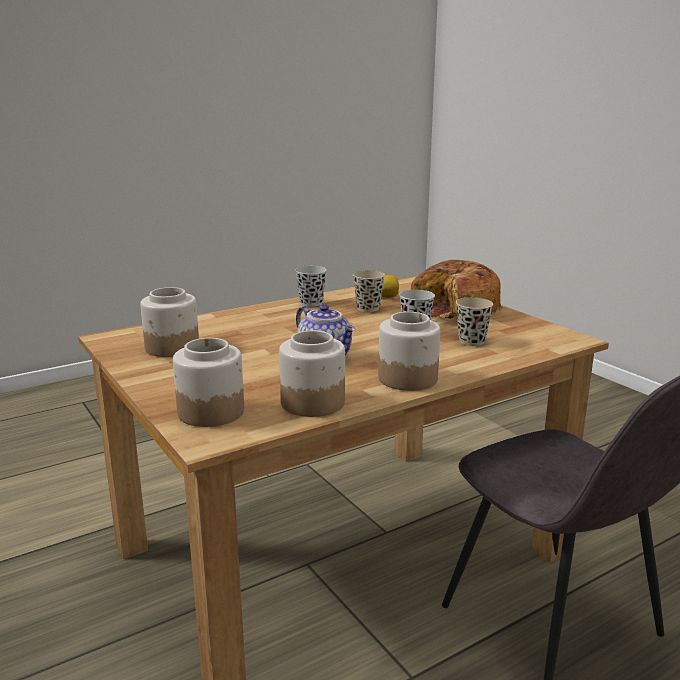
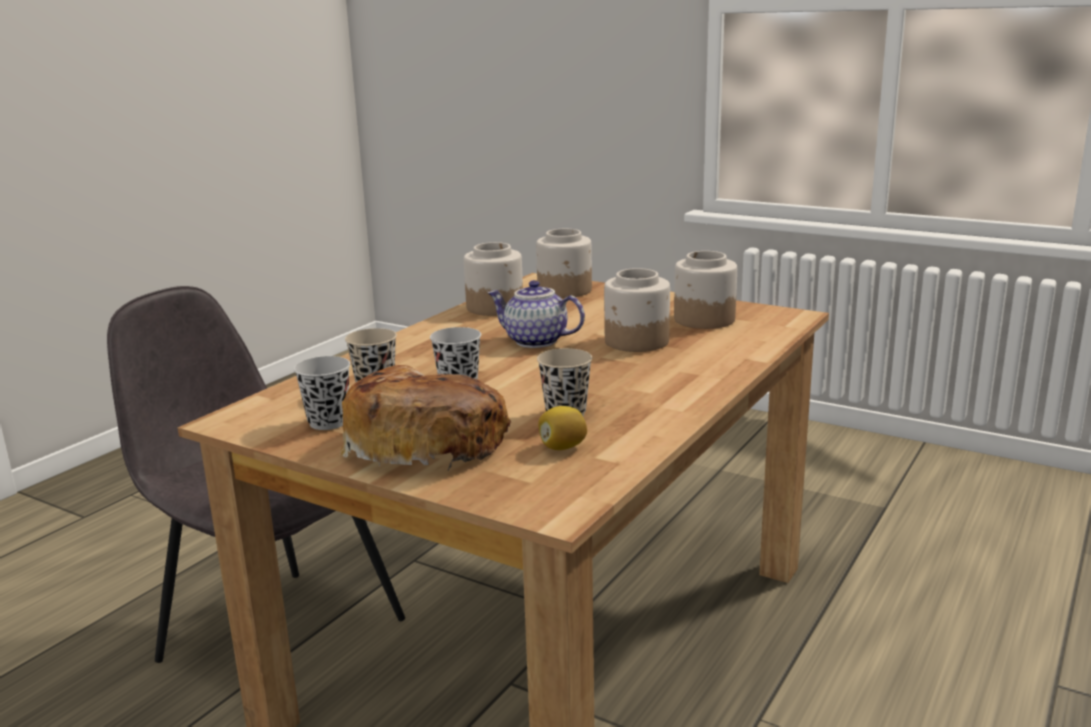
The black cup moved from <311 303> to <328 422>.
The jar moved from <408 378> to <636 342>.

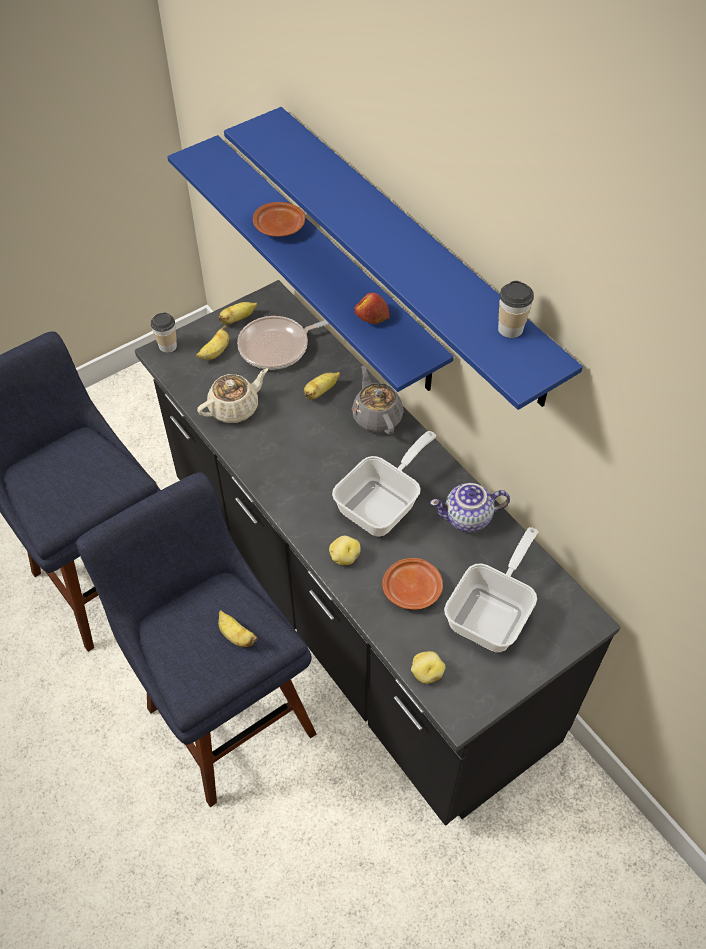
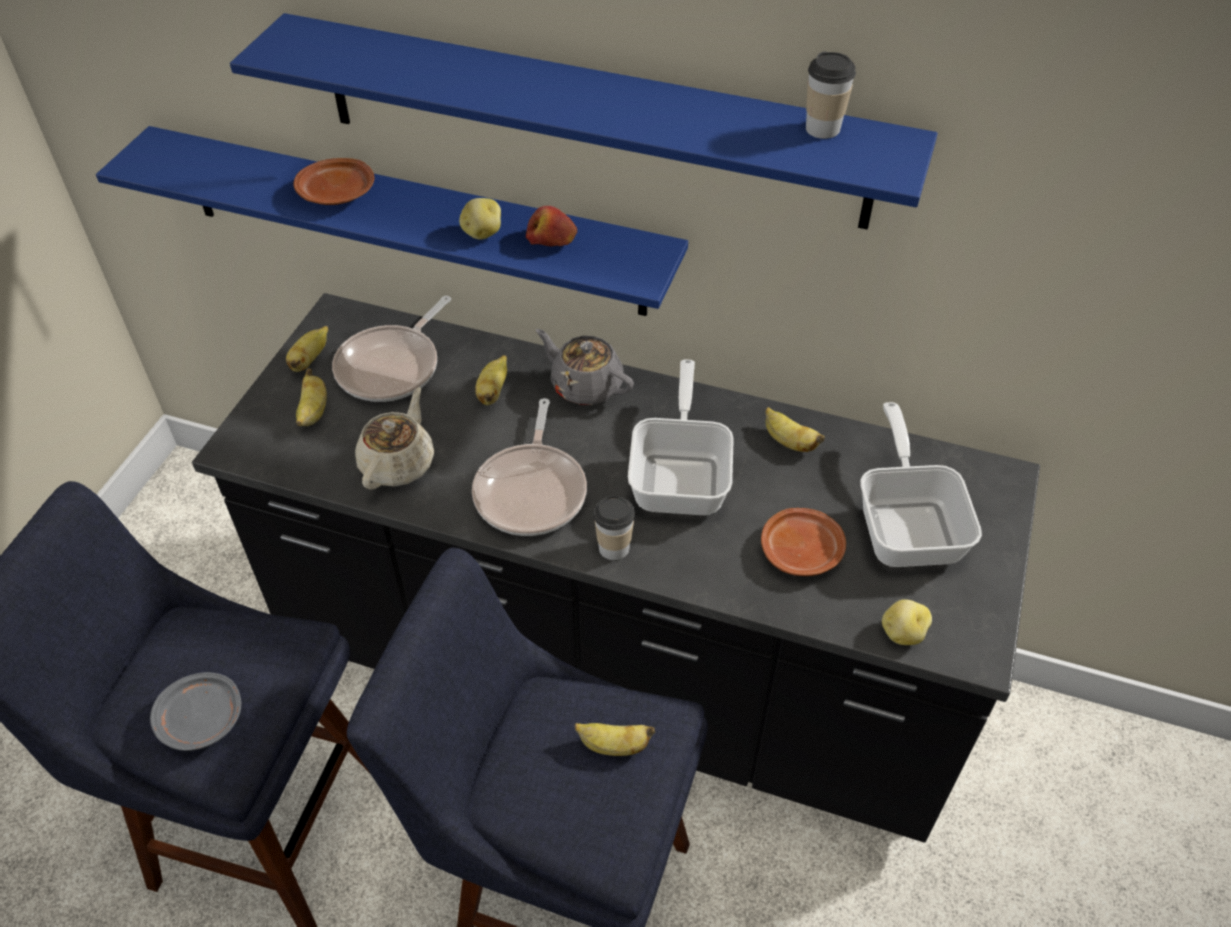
The grey plate at <202 719> appeared.
The frying pan at <532 490> appeared.
The cup moved from <167 346> to <614 548>.
The potato moved from <344 557> to <482 233>.
The teapot at <467 519> was replaced by the banana at <788 442>.

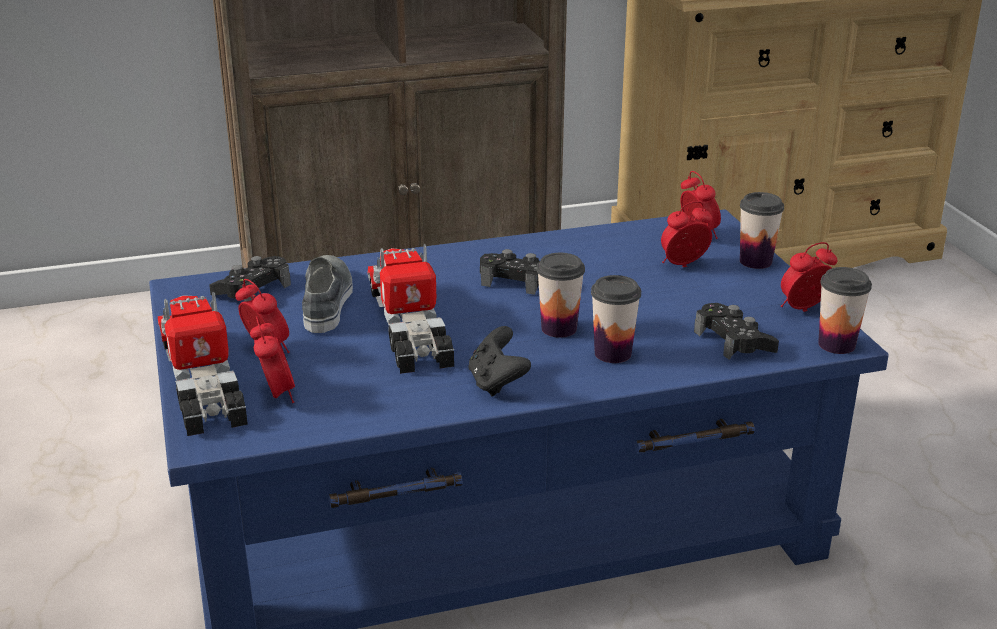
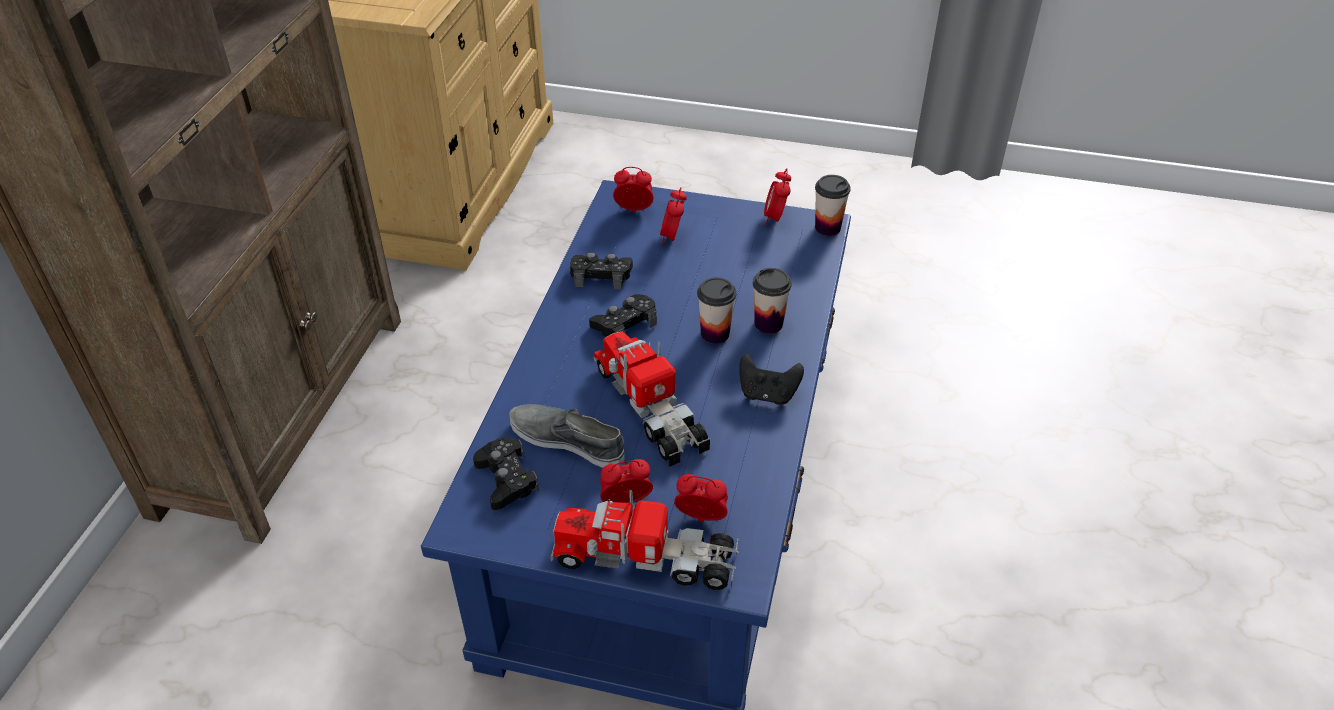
The cup at <755 261> disappeared.
The black game controller moved from <734 341> to <601 276>.
The toy truck at <410 326> turned 45 degrees clockwise.

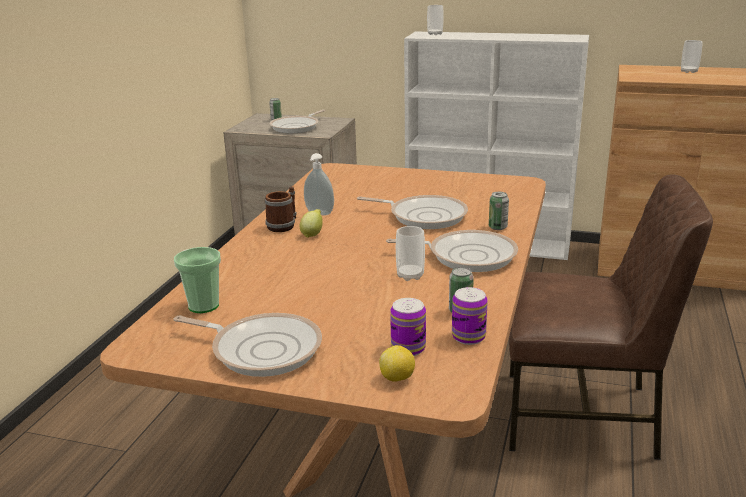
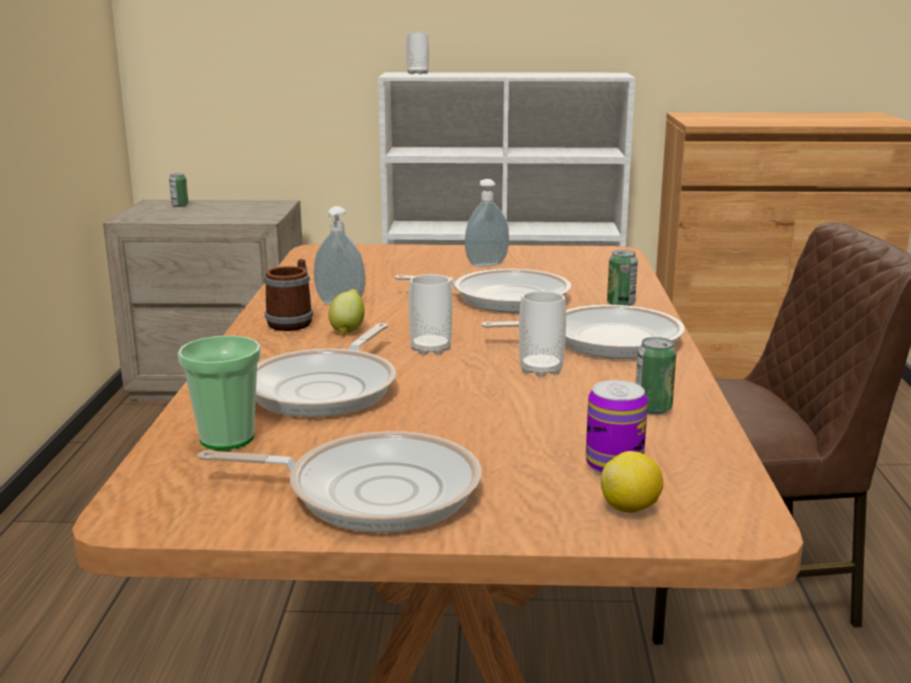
The can at <468 337> disappeared.
The soap dispenser at <486 264> appeared.
The frying pan moved from <297 127> to <327 389>.
The cup moved from <689 71> to <430 350>.

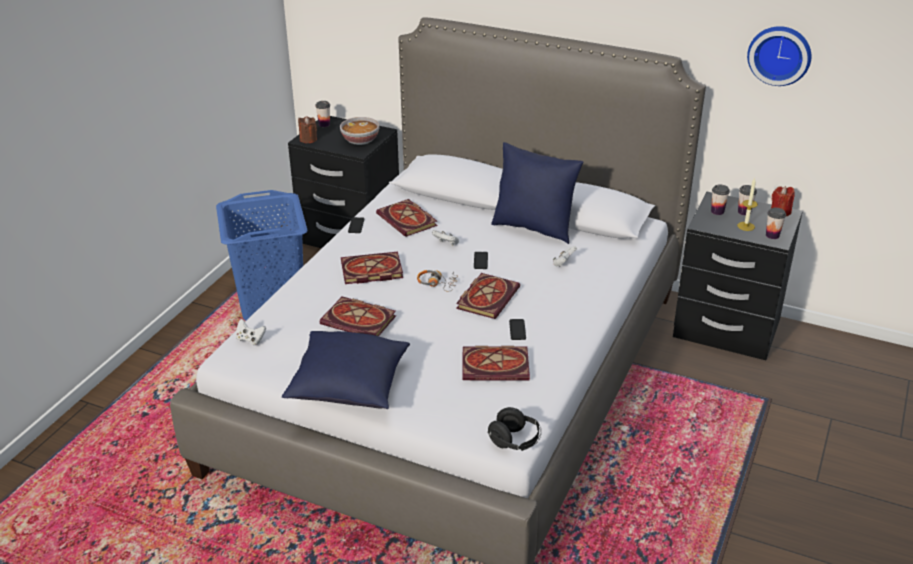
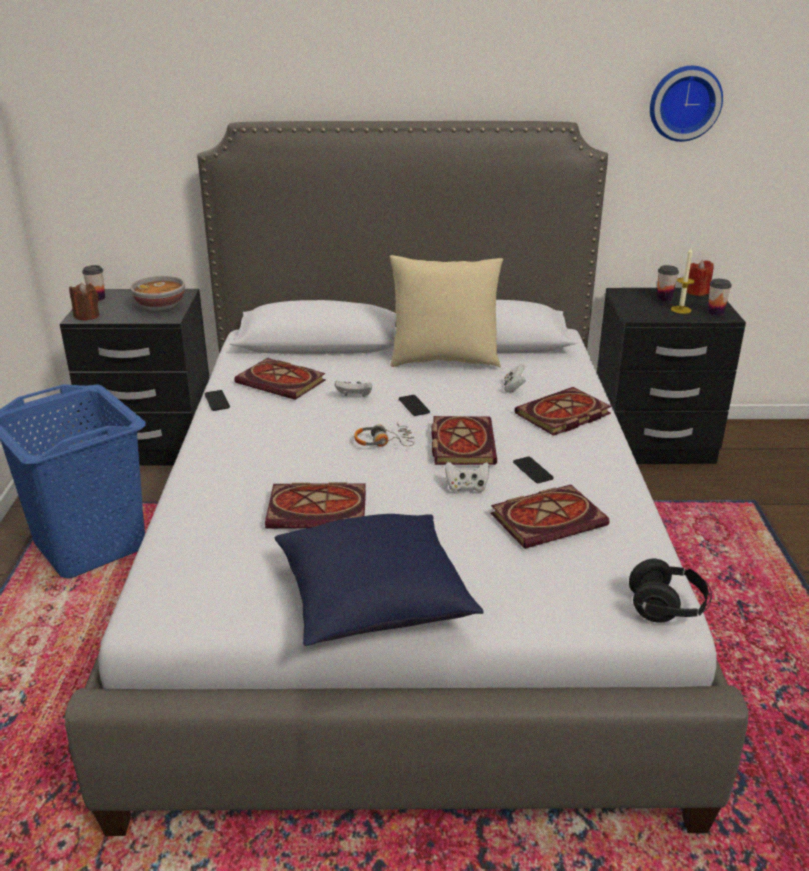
The cup at <717 211> disappeared.
The white game controller moved from <250 339> to <466 487>.
The book moved from <370 271> to <562 415>.
The blue pillow at <534 228> became the beige pillow at <444 360>.

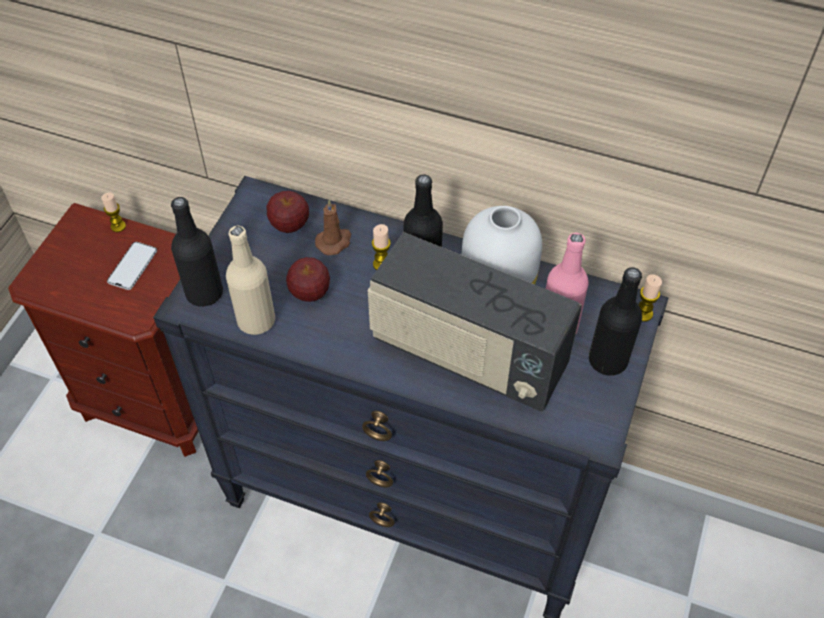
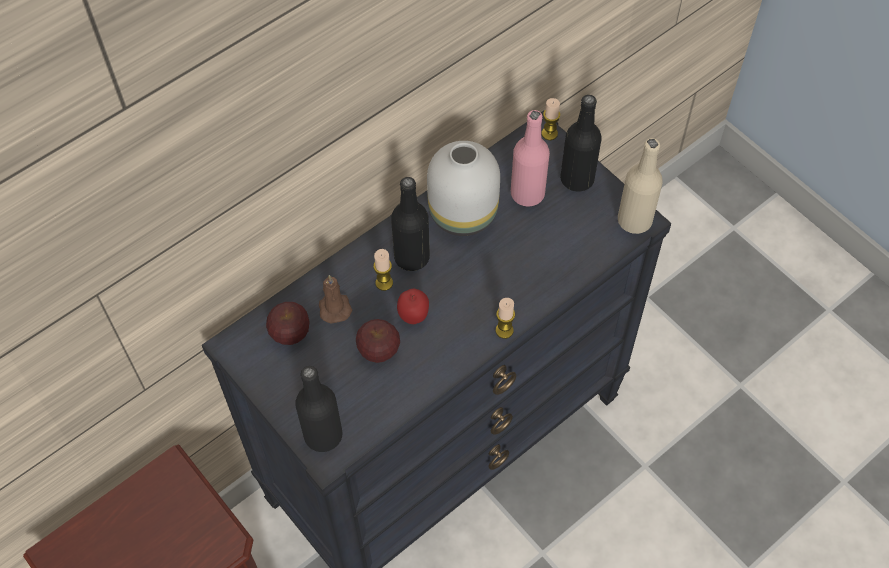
The phone at <132 266> disappeared.
The radio at <467 355> disappeared.
The apple at <413 316> appeared.
The candle moved from <118 226> to <504 330>.
The beige bottle moved from <256 320> to <634 220>.

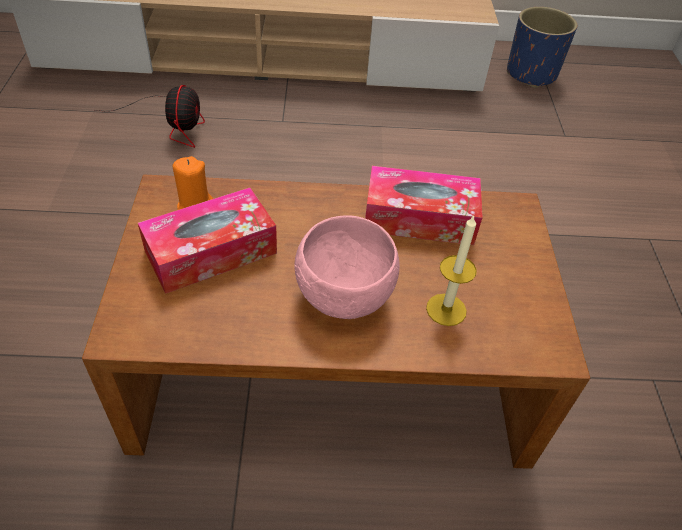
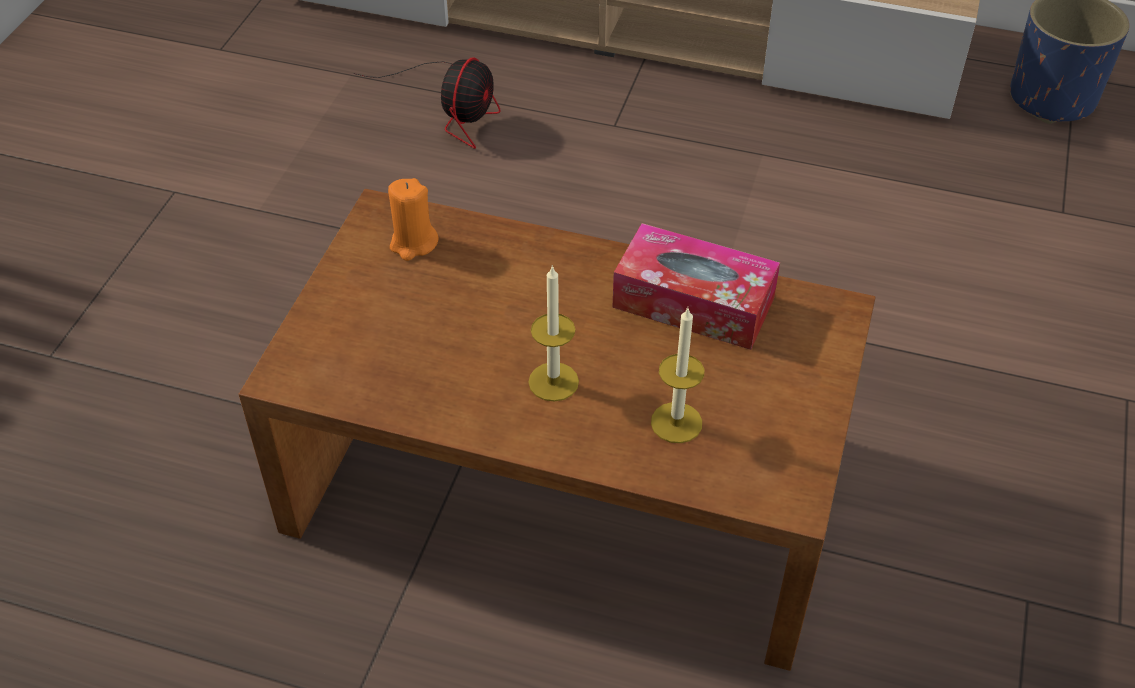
The tissue box at <211 252> disappeared.
The pink bowl at <342 296> was replaced by the candle at <553 382>.

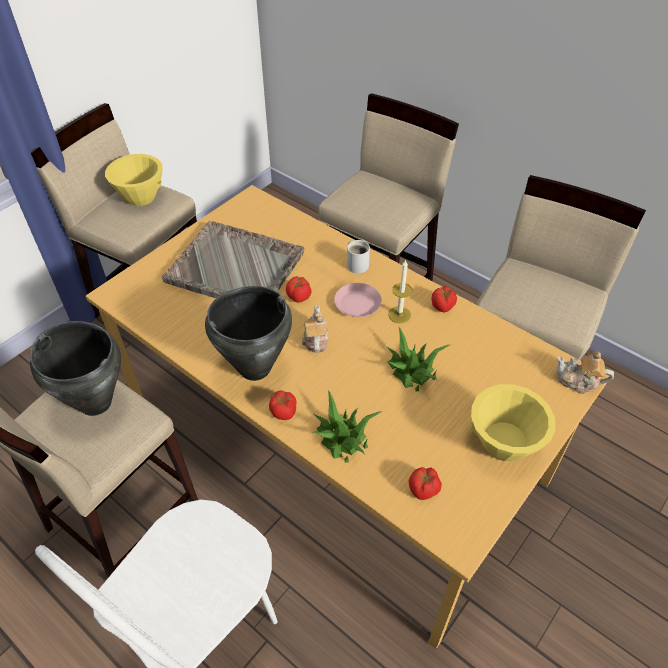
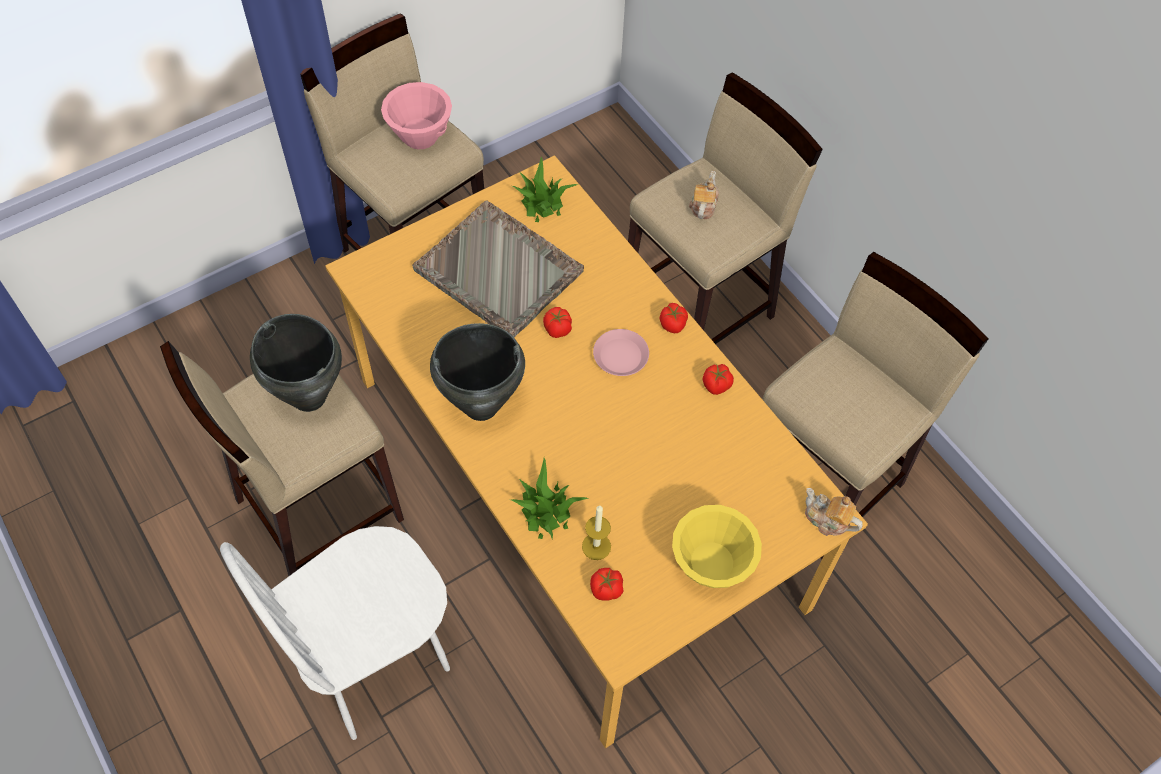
The white mug at <357 264> disappeared.
The tomato moved from <284 412> to <673 324>.
The teapot moved from <315 339> to <703 205>.
The potted plant moved from <412 370> to <541 202>.
The candle moved from <399 314> to <596 546>.
The yellow bowl at <141 197> became the pink bowl at <420 136>.

